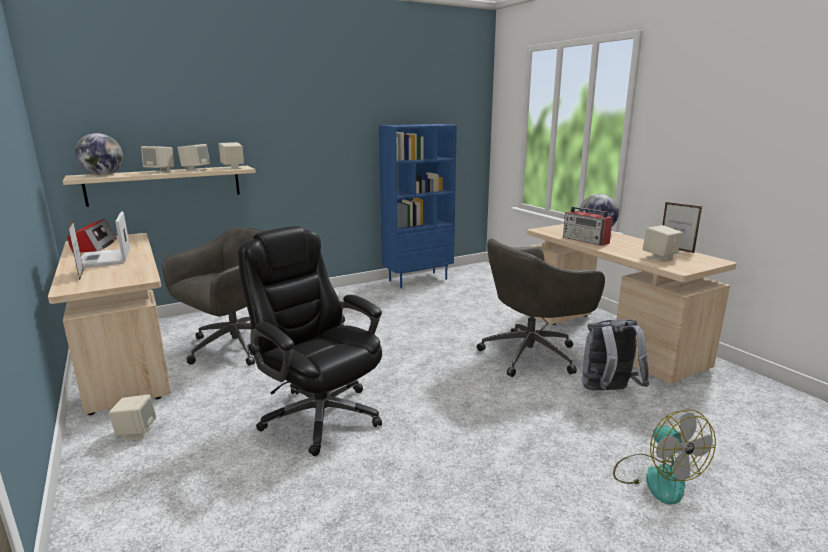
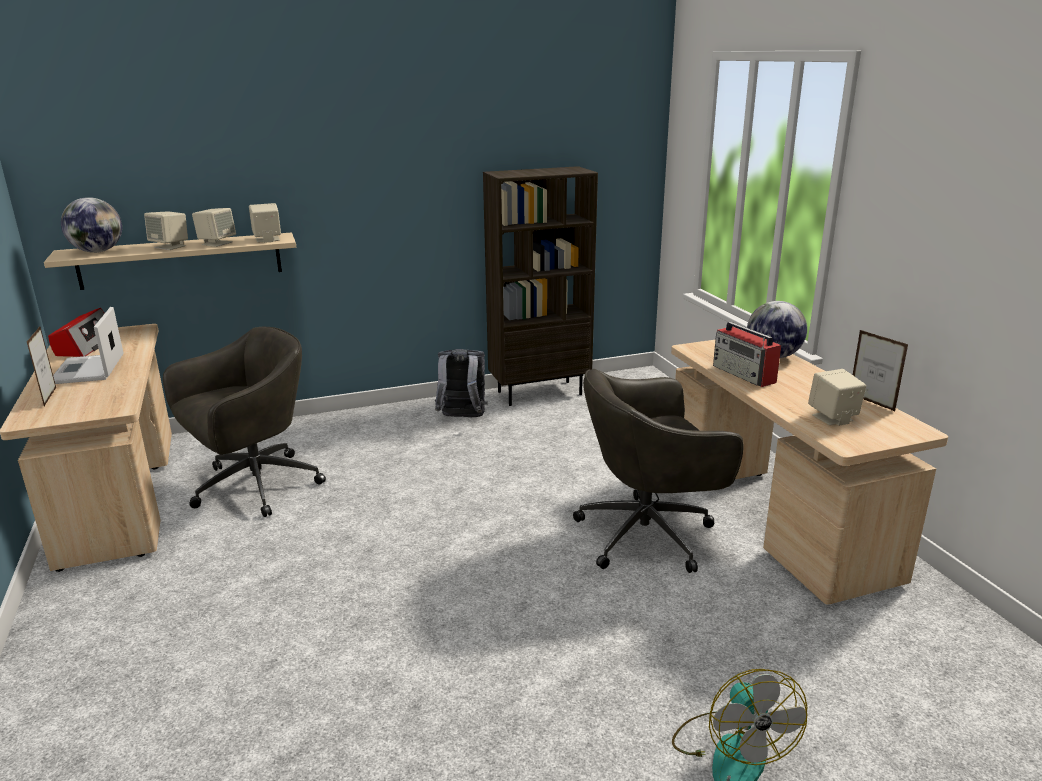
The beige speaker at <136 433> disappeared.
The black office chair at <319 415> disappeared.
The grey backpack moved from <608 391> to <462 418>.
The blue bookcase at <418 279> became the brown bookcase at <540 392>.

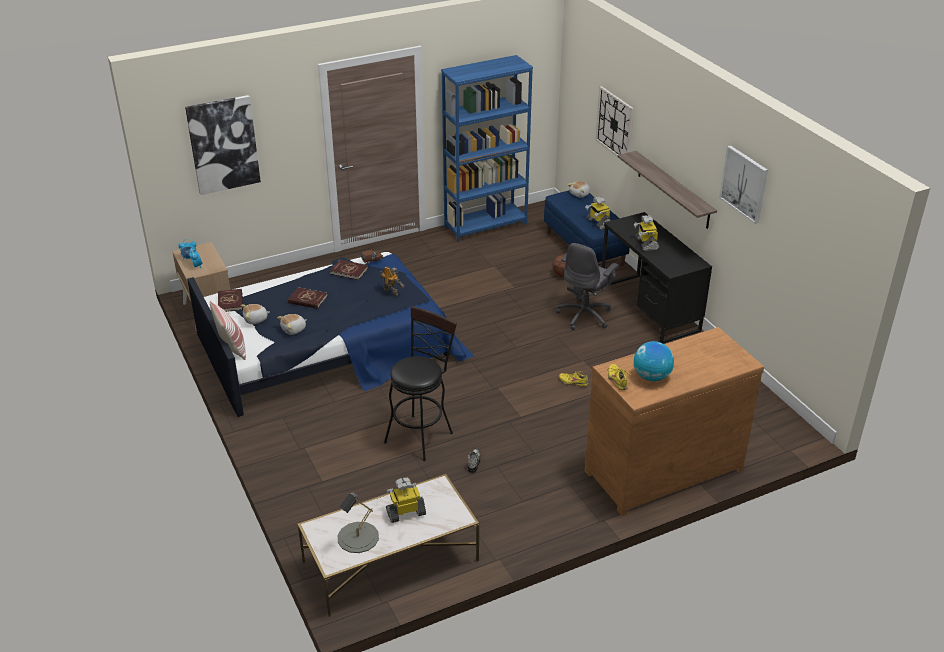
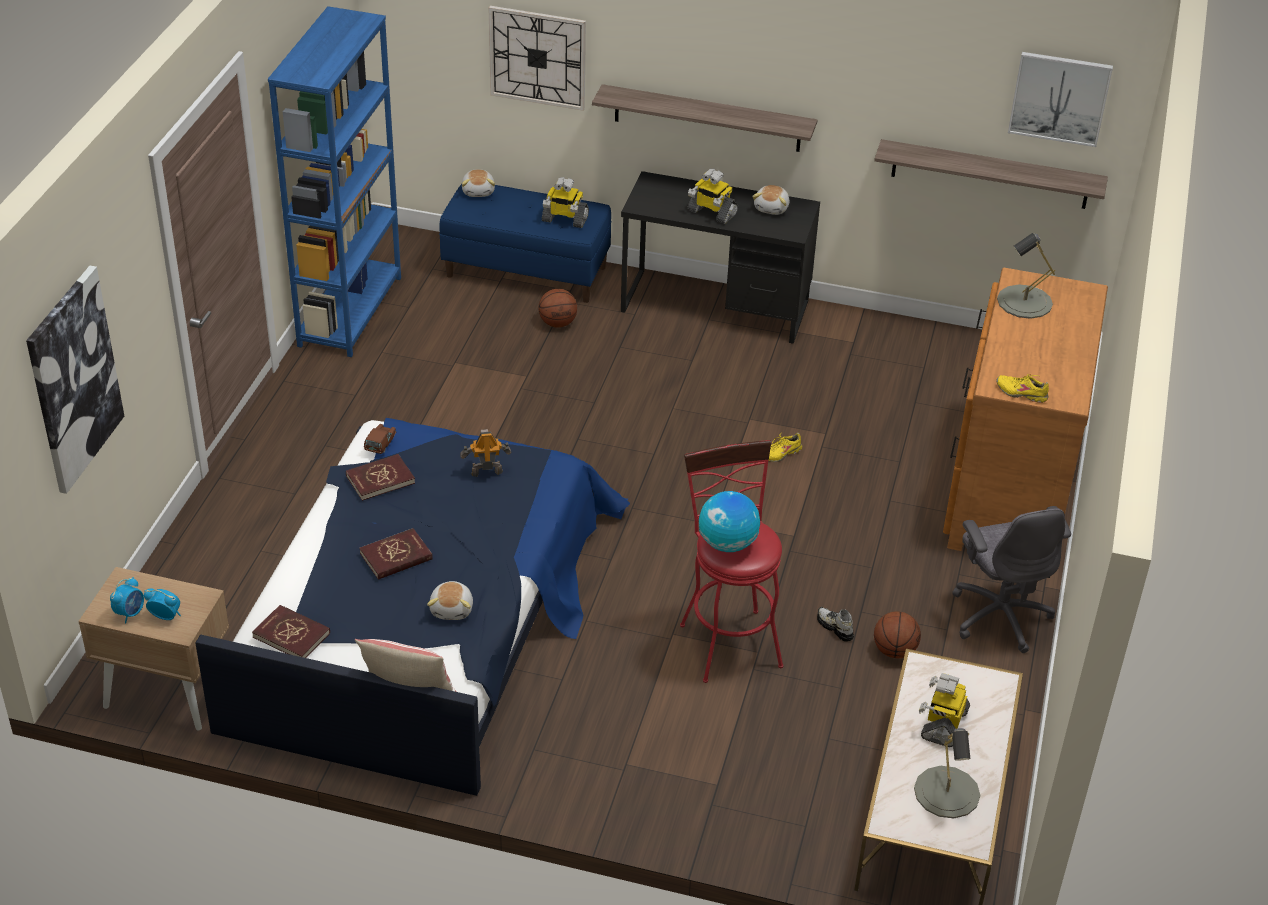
The shelf at <990 174> appeared.
The basketball at <894 650> appeared.
The grey table lamp at <1024 302> appeared.
The plush toy moved from <256 319> to <772 208>.
The grey office chair moved from <585 315> to <1000 615>.
The globe moved from <651 377> to <727 544>.
The picture moved from <744 183> to <1059 98>.
The black stool at <421 434> became the red stool at <727 639>.

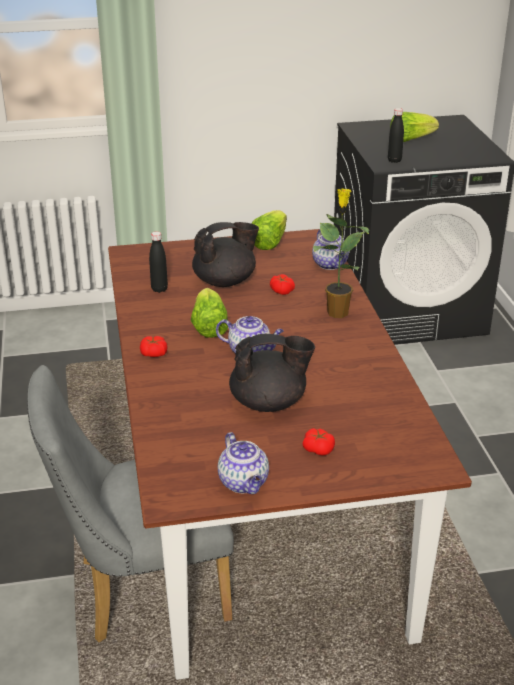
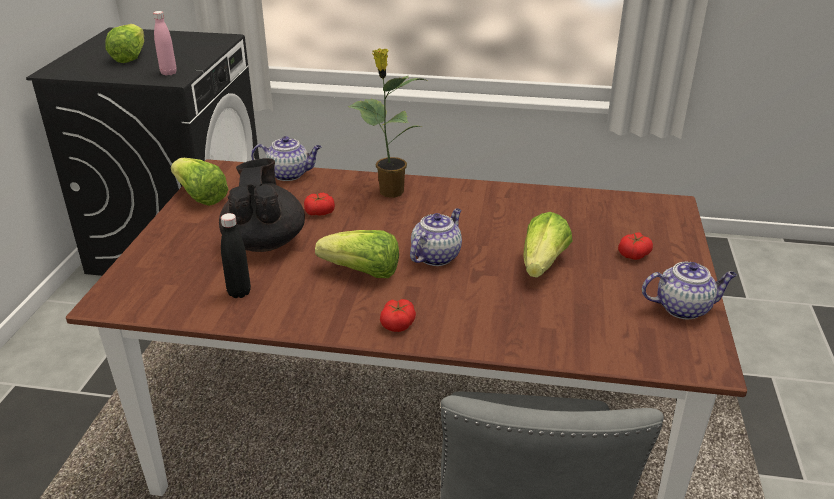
The black teapot at <269 402> was replaced by the lettuce at <543 264>.
The black bottle at <394 160> became the pink bottle at <168 73>.

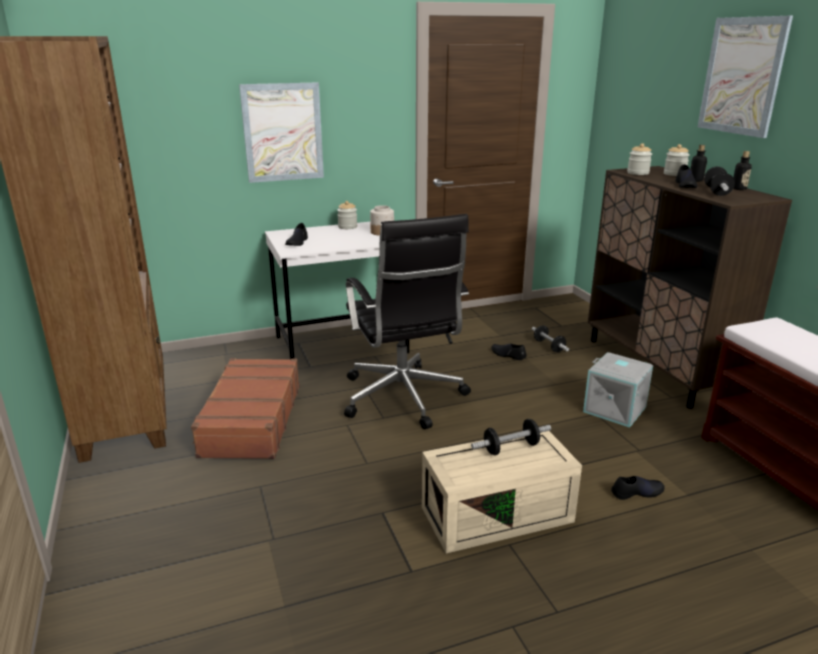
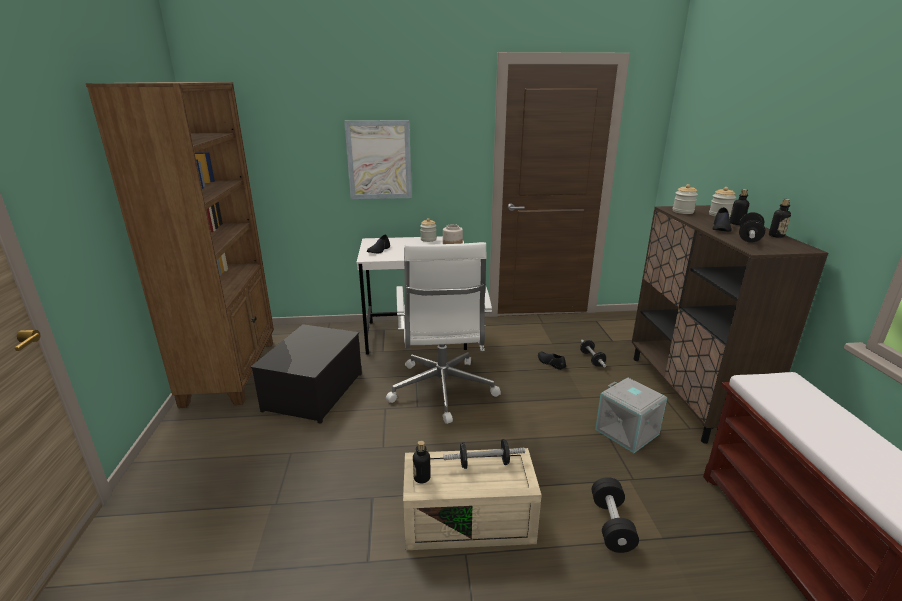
The picture at <742 76> disappeared.
The bottle at <422 477> appeared.
The brown suitcase at <251 420> was replaced by the storage box at <314 392>.
The black shoe at <637 492> was replaced by the black dumbbell at <611 524>.
The black office chair at <403 398> became the white office chair at <442 391>.

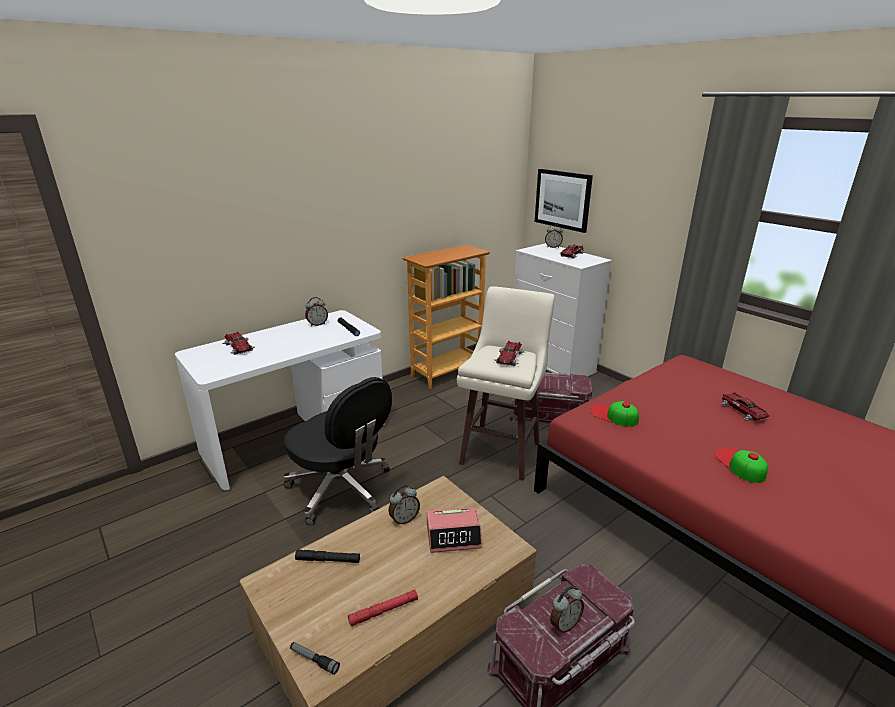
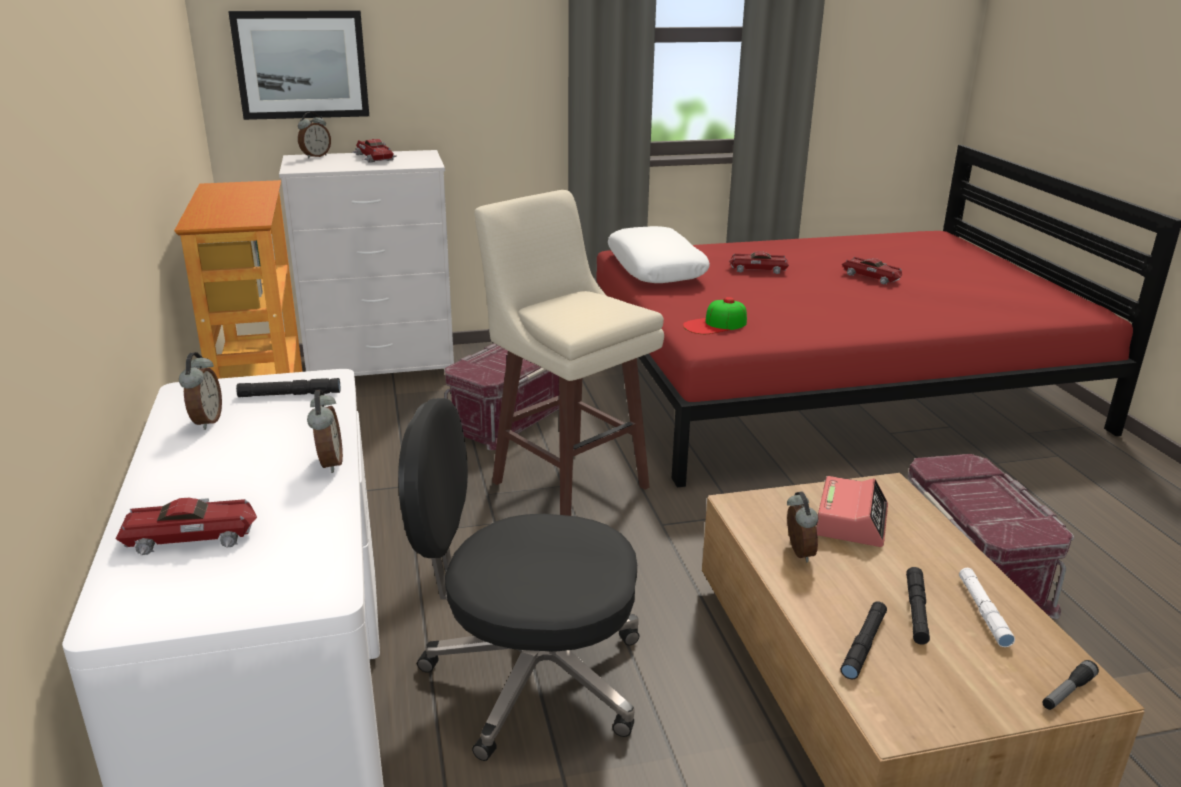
The cap at <740 465> disappeared.
The white pillow at <656 268> appeared.
The black flashlight at <916 610> appeared.
The toy car moved from <509 358> to <872 276>.
The alarm clock moved from <564 624> to <329 463>.
The red flashlight at <383 611> became the white flashlight at <983 612>.
The black office chair at <341 490> turned 150 degrees counterclockwise.

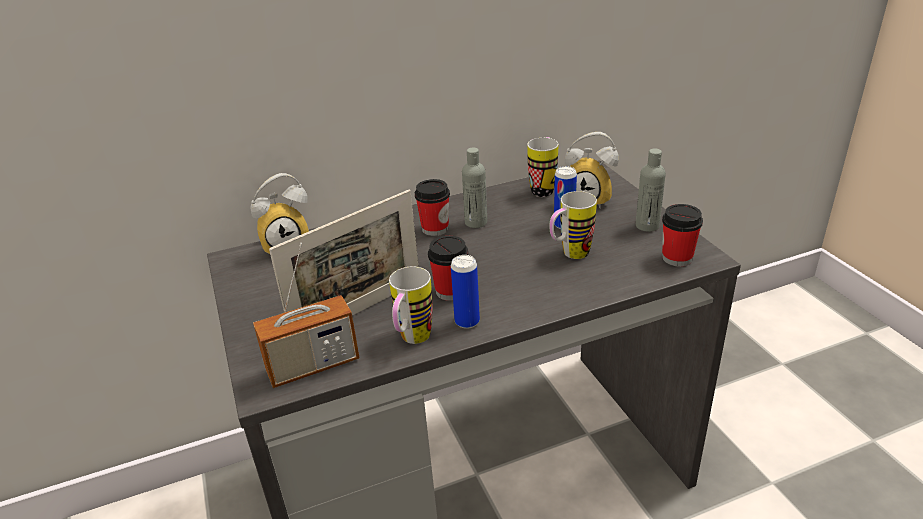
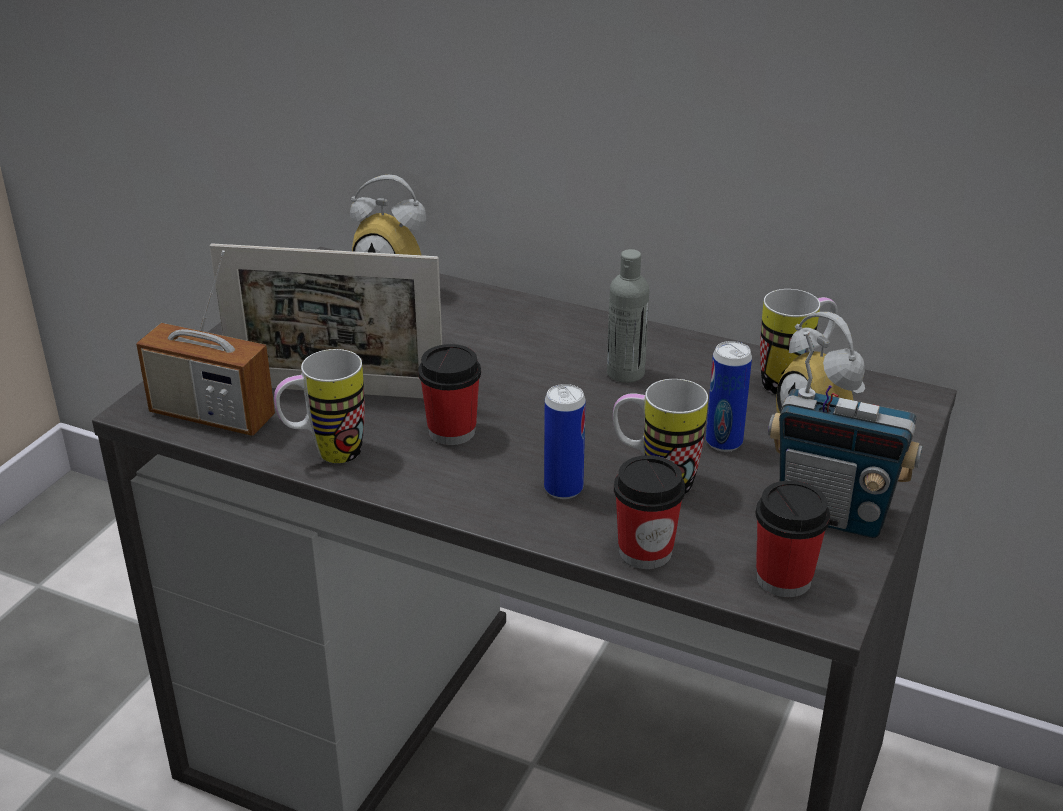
The cup moved from <435 229> to <645 552>.
The can moved from <467 321> to <563 489>.
The grey bottle at <647 226> was replaced by the radio at <832 514>.

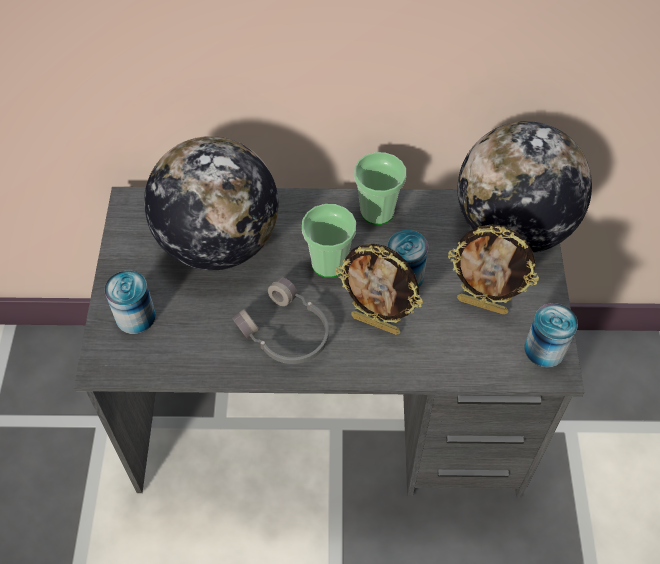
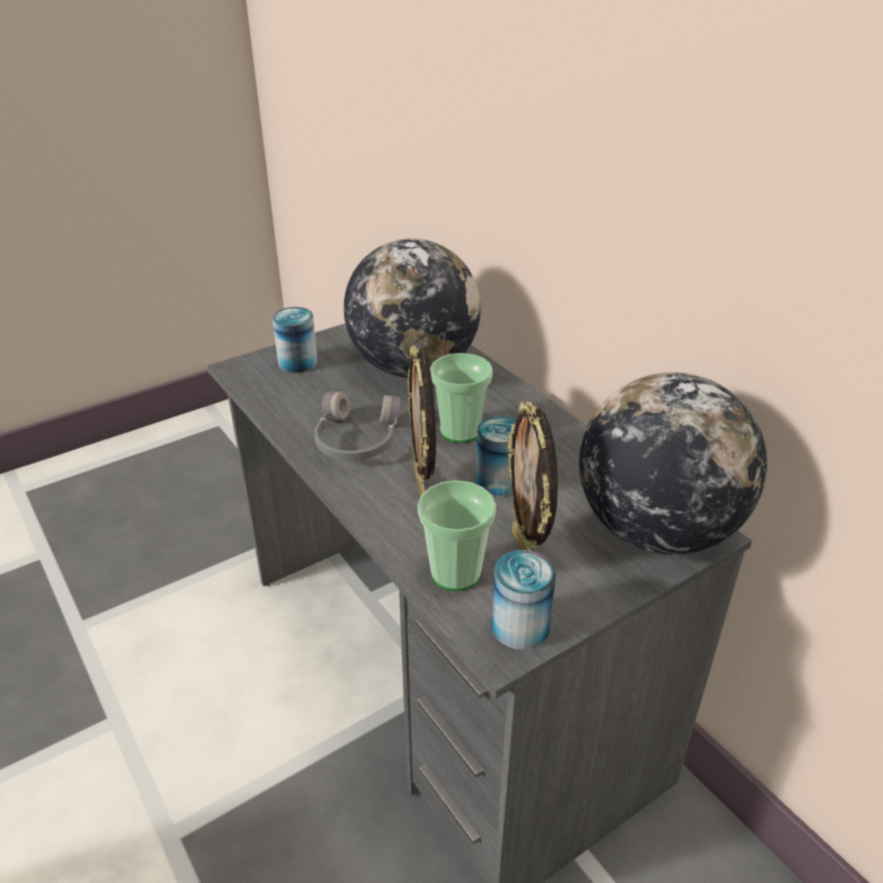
The cup moved from <377 211> to <455 573>.

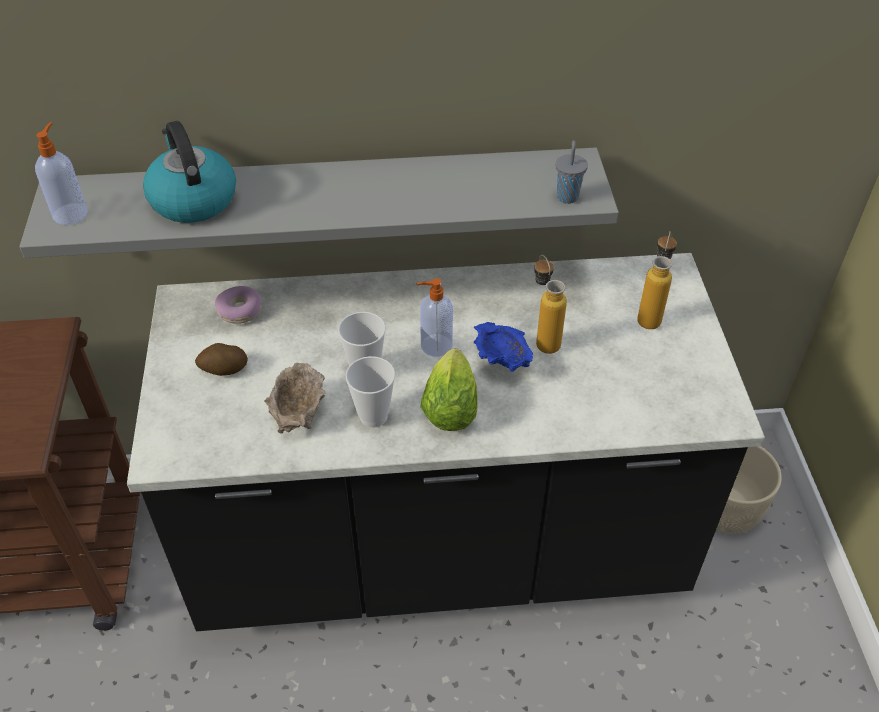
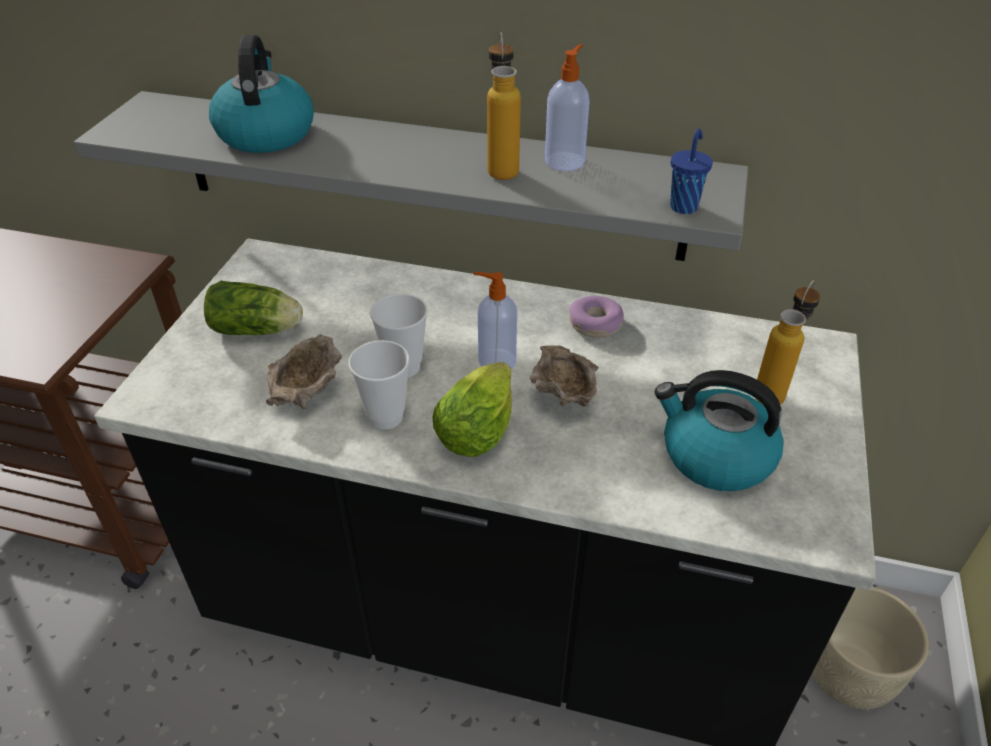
The kettle at <715 456> appeared.
The soap dispenser moved from <71 213> to <565 160>.
The donut moved from <240 311> to <595 324>.
The bottle moved from <543 339> to <502 166>.
The potato at <223 370> was replaced by the lettuce at <259 330>.
The blue bowl at <501 362> became the beige bowl at <563 397>.
The grey cup at <567 196> became the blue cup at <684 206>.

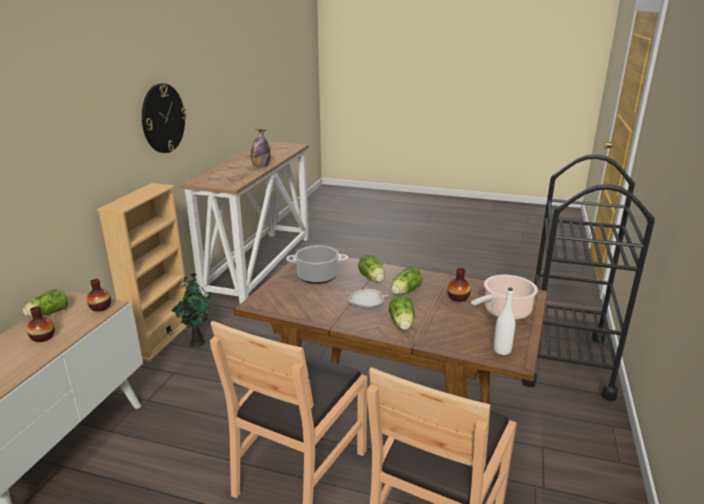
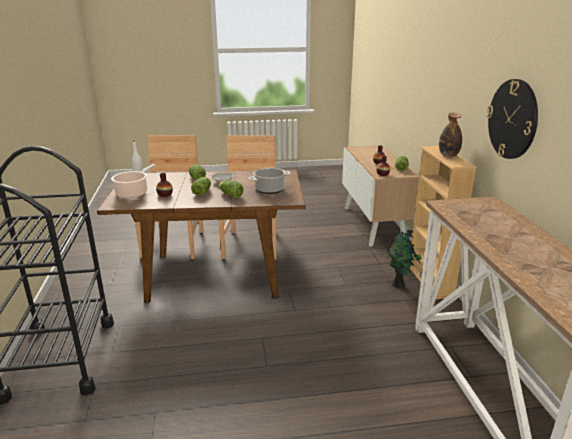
The bottle moved from <261 167> to <448 155>.

